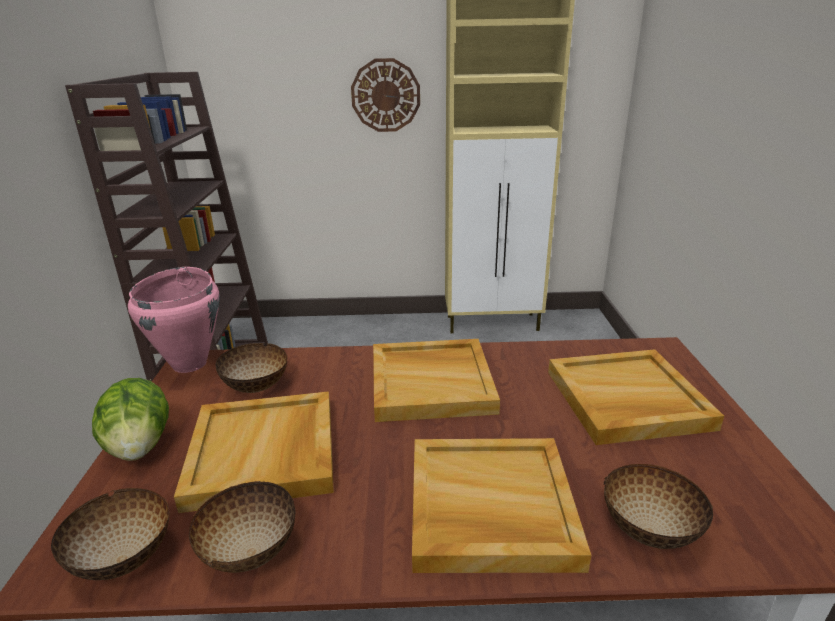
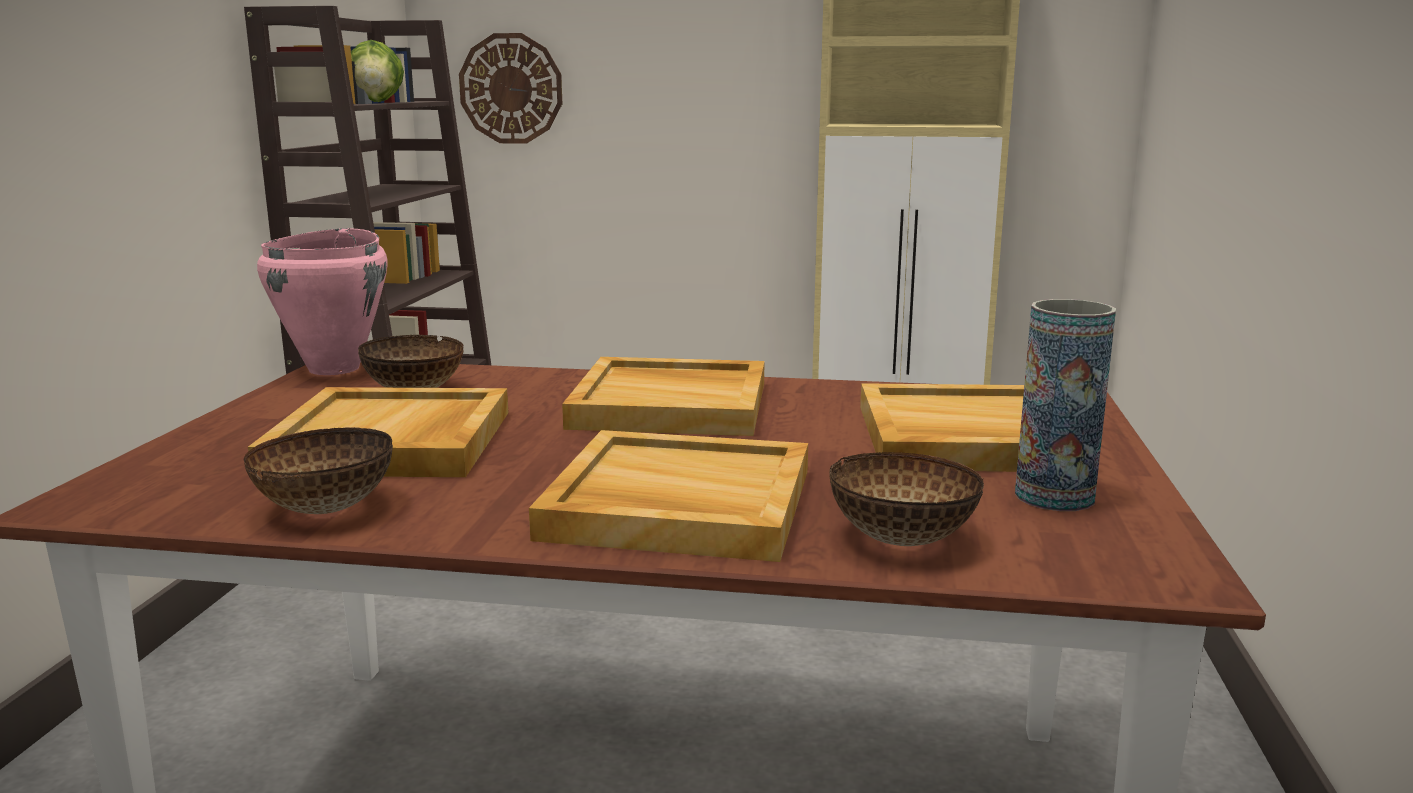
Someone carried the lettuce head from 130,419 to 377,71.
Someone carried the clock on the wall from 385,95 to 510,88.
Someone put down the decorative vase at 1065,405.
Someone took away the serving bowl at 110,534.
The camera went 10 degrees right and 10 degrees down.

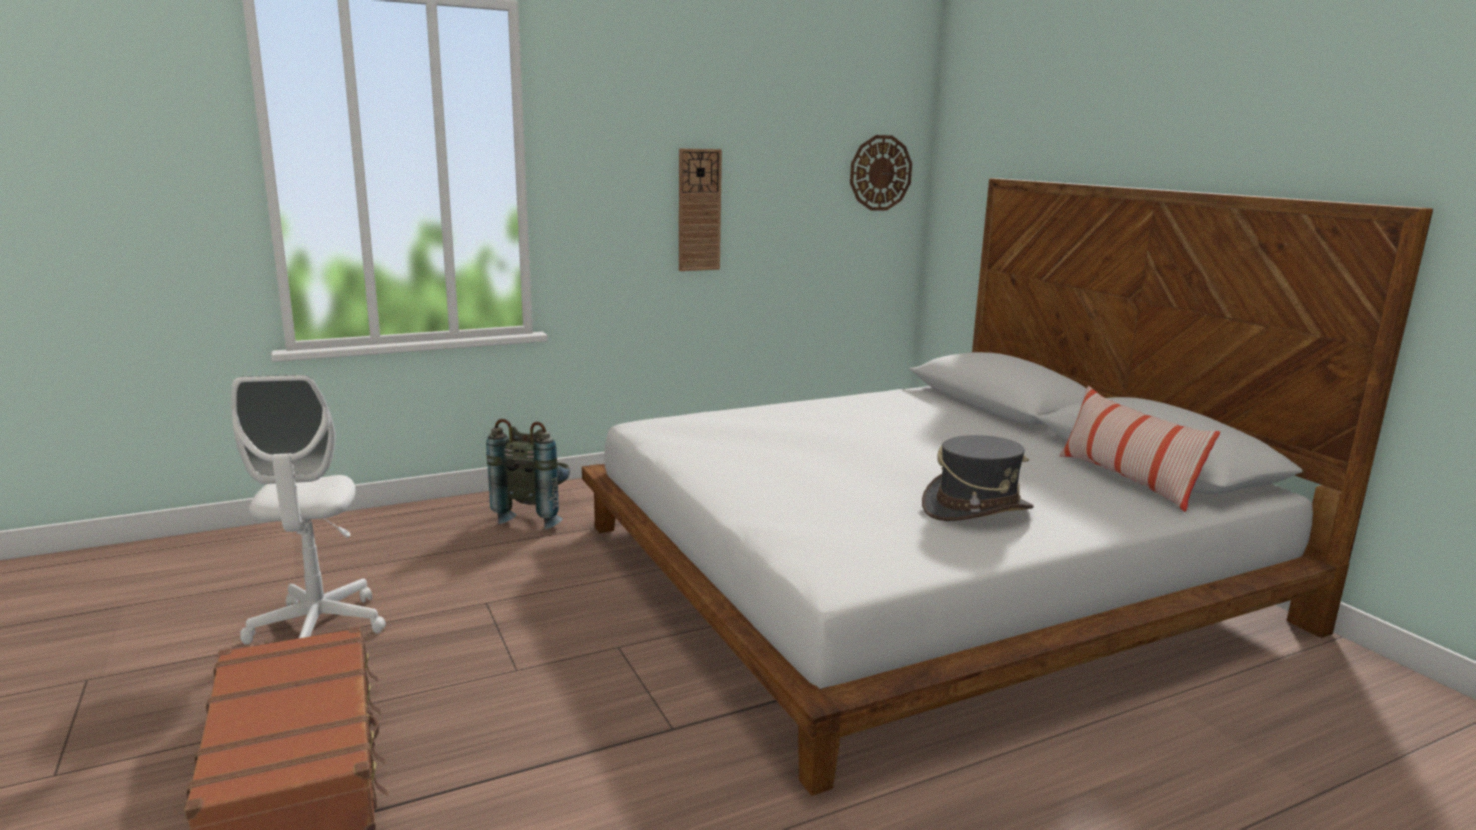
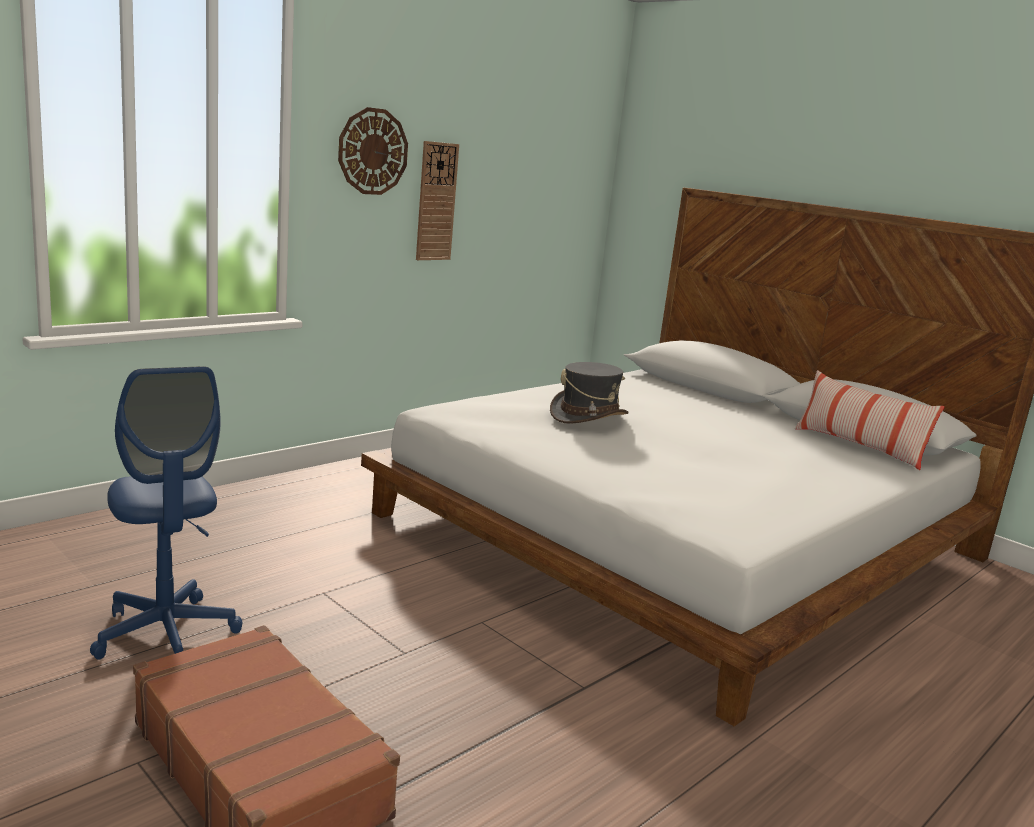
Someone repainted the office chair (white-coloured) at 308,510, which became the office chair (bluish) at 166,513.
Someone carried the clock on the wall from 881,173 to 373,151.
Someone carried the hat (gray) from 978,478 to 589,393.
Someone took away the knapsack (gray) at 528,474.
The camera went 20 degrees left and 0 degrees up.

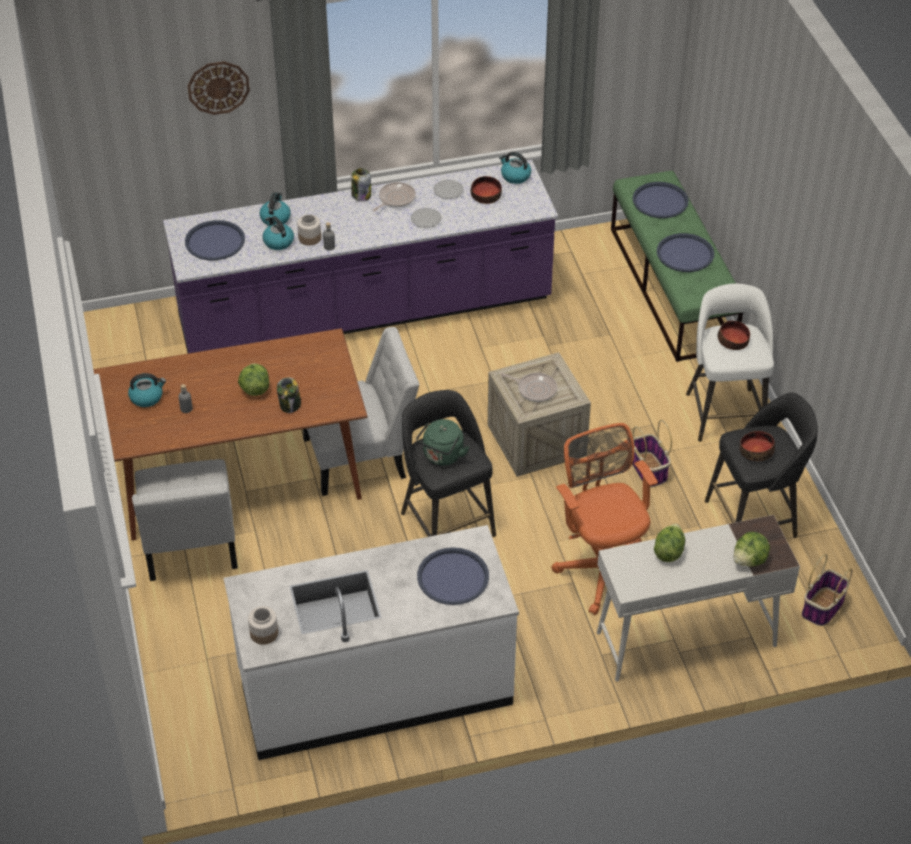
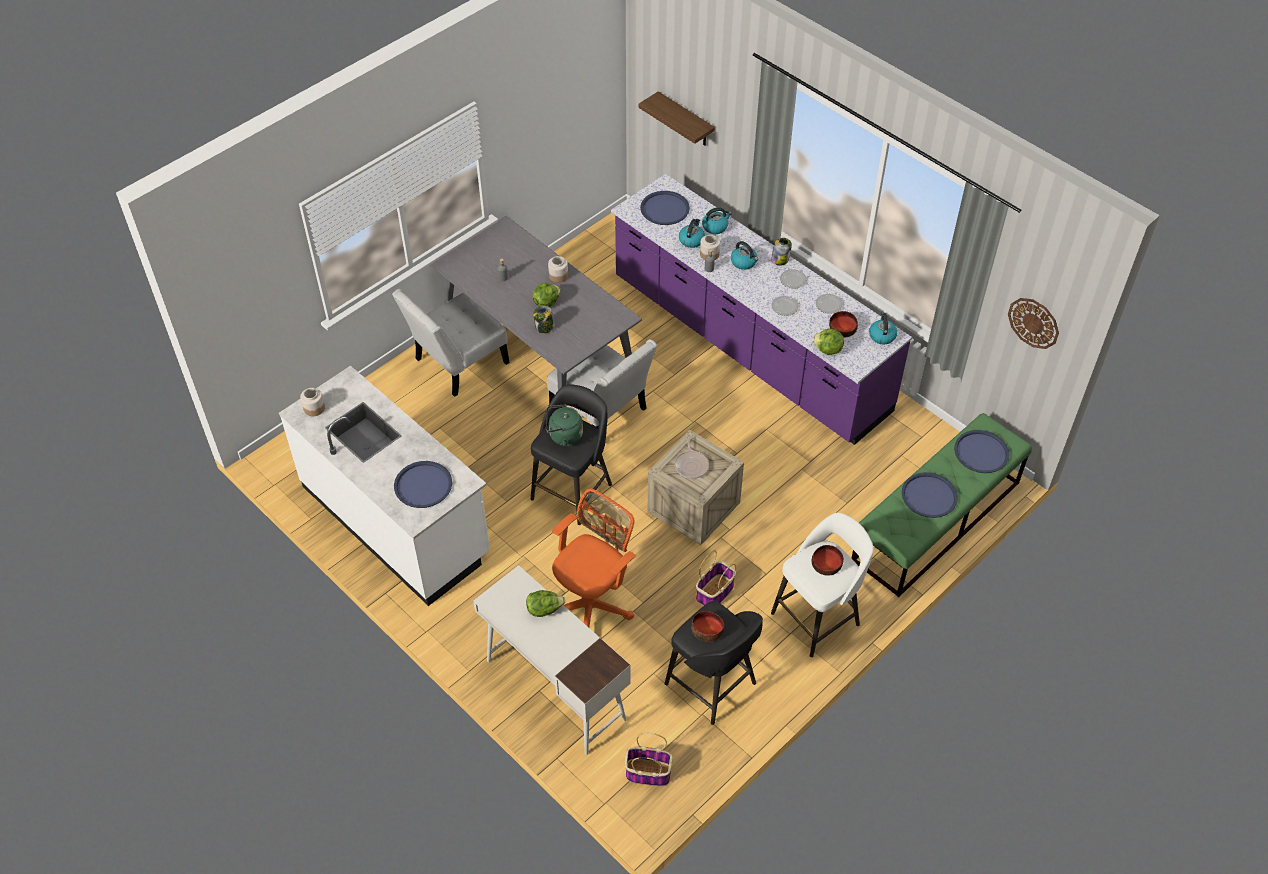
Someone repainted the dining table (brown-coloured) at 230,434, which became the dining table (gray) at 536,303.
Someone put down the storage jar at 558,269.
Someone put up the bracket shelf at 676,119.
Someone carried the tea kettle from 147,390 to 744,255.
Someone swapped the frying pan at 394,197 for the dinner plate at 793,278.
Someone carried the lettuce head from 752,549 to 828,342.
Someone carried the clock on the wall from 218,88 to 1033,323.
The camera went 60 degrees right and 5 degrees up.

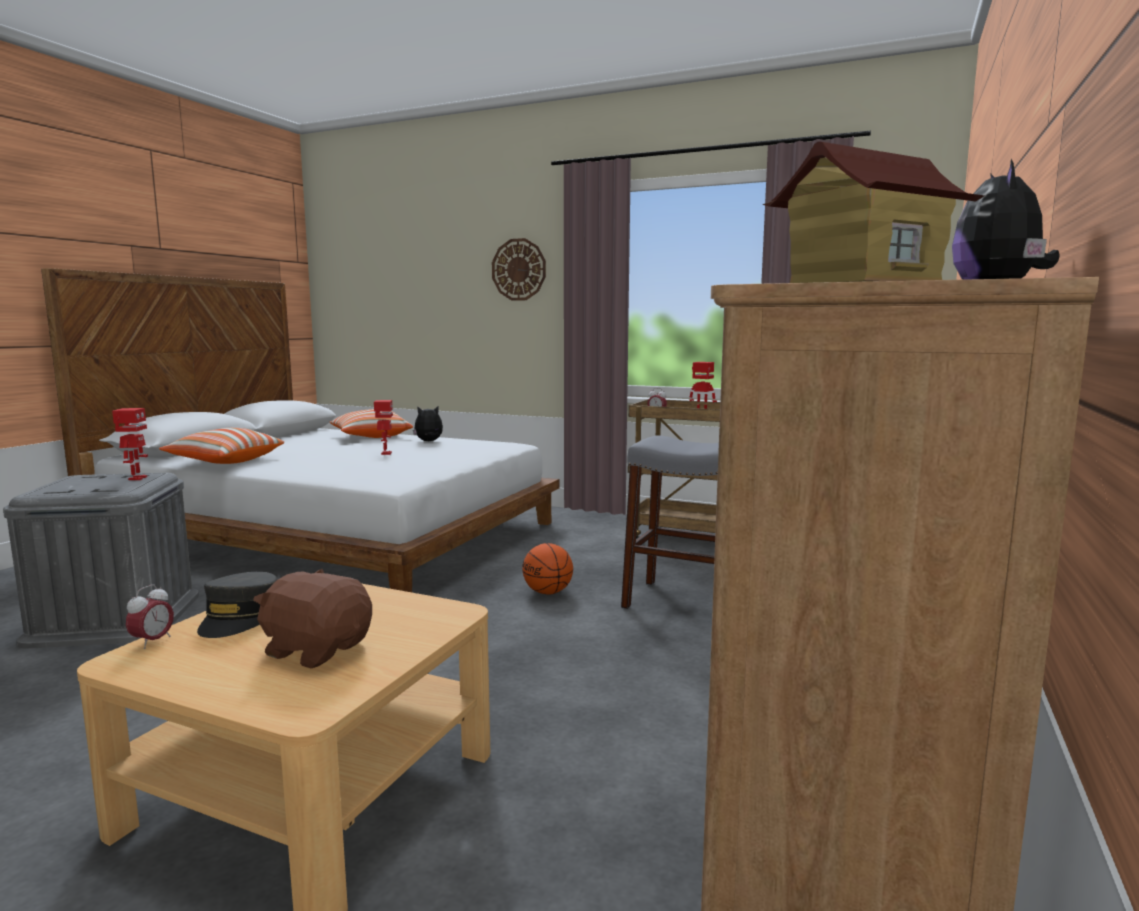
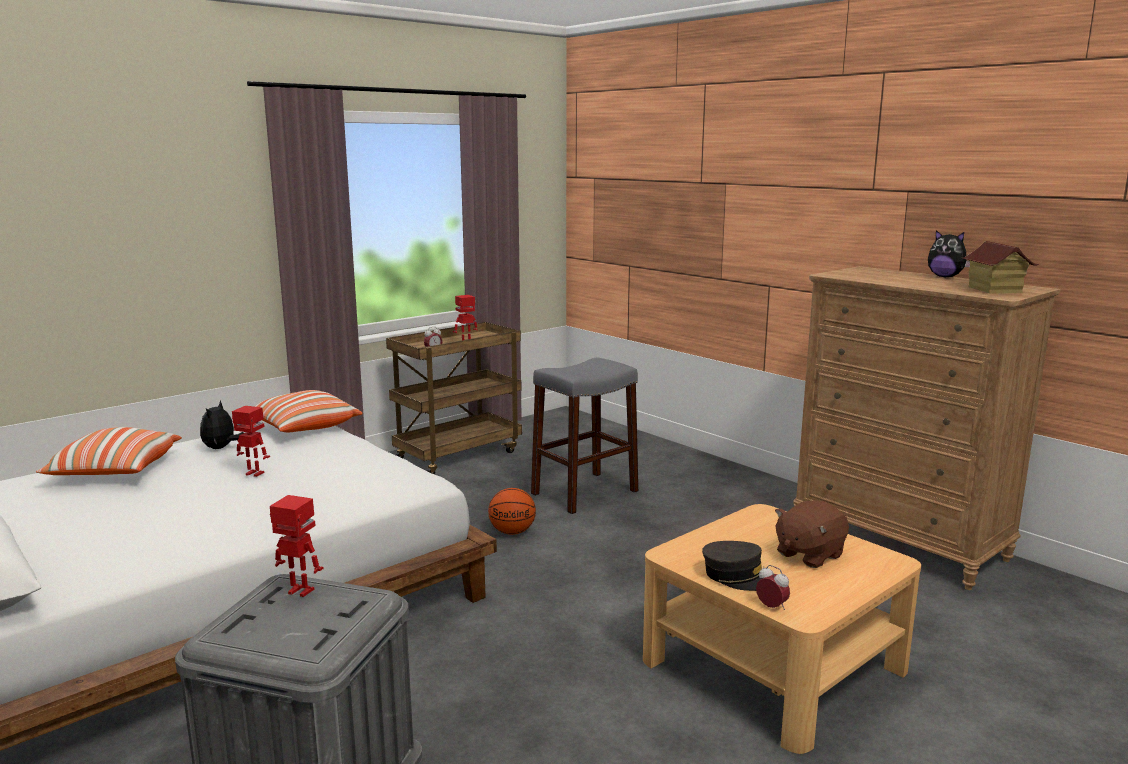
Someone carried the pillow from 221,446 to 308,411.
Someone took away the clock on the wall at 519,269.
The camera went 65 degrees left and 5 degrees up.

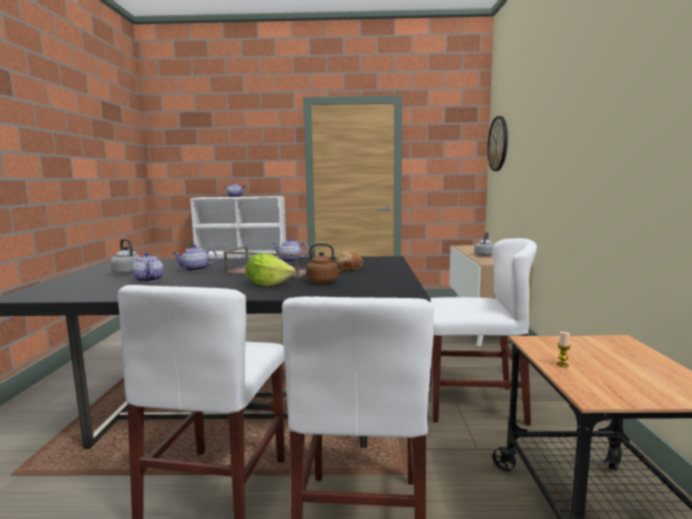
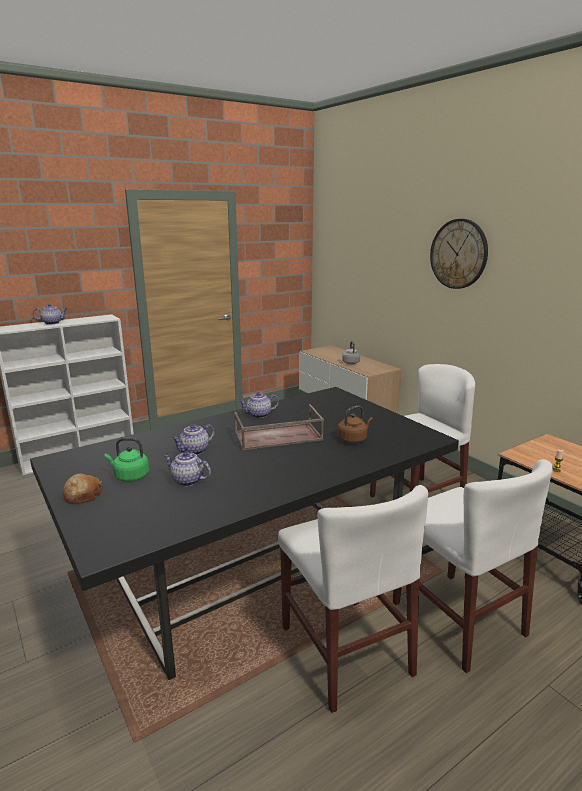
Someone carried the baked bread from 349,260 to 82,488.
Someone repainted the tea kettle (gray) at 125,257, which became the tea kettle (greenish) at 127,460.
Someone carried the clock on the wall from 497,143 to 459,254.
Someone took away the lettuce head at 270,269.
The camera went 35 degrees left and 10 degrees up.

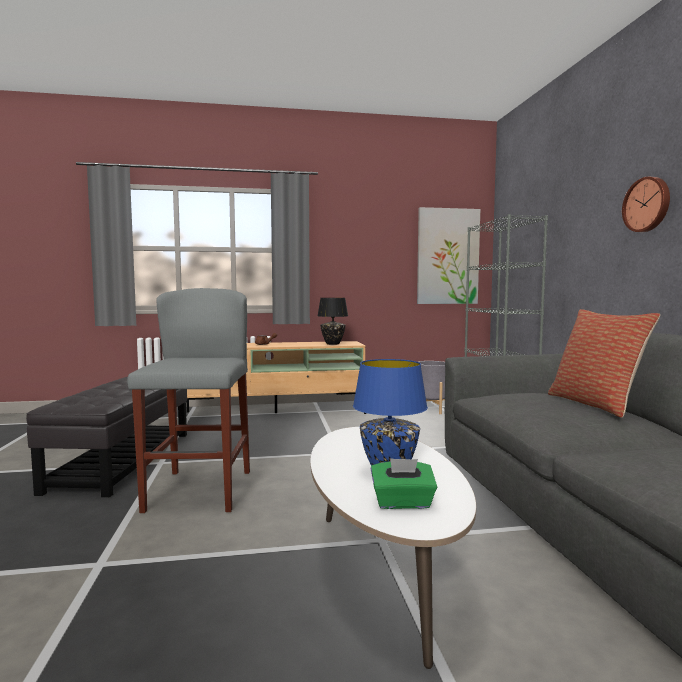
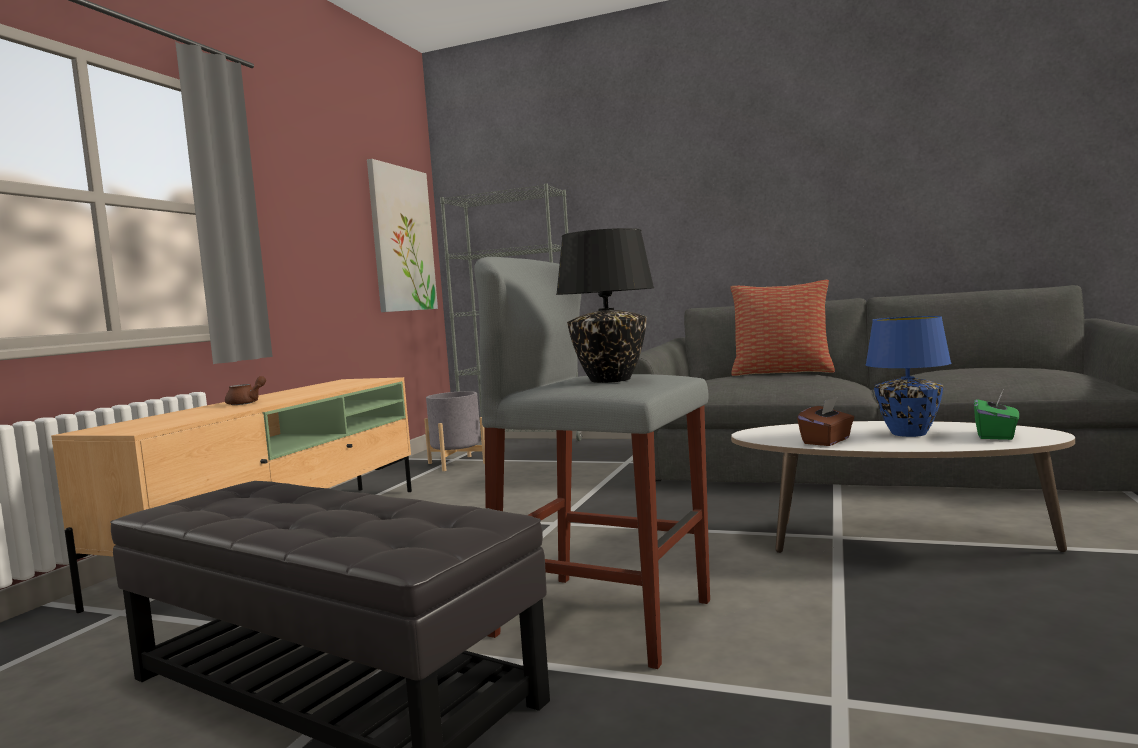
Someone carried the tabletop lamp (black) from 333,321 to 605,305.
Someone put down the tissue box (brown-coloured) at 825,421.
Someone took away the clock on the wall at 646,204.
The camera went 60 degrees left and 0 degrees up.

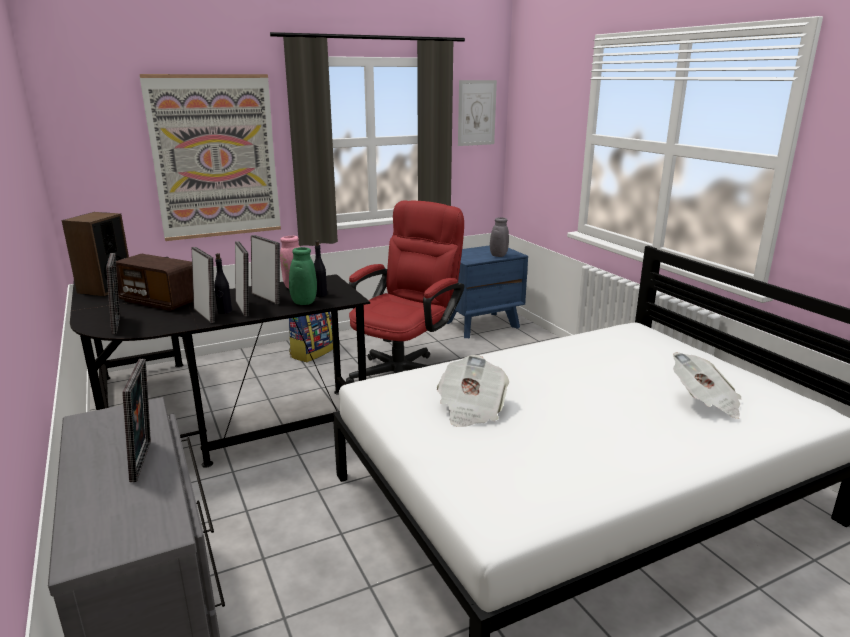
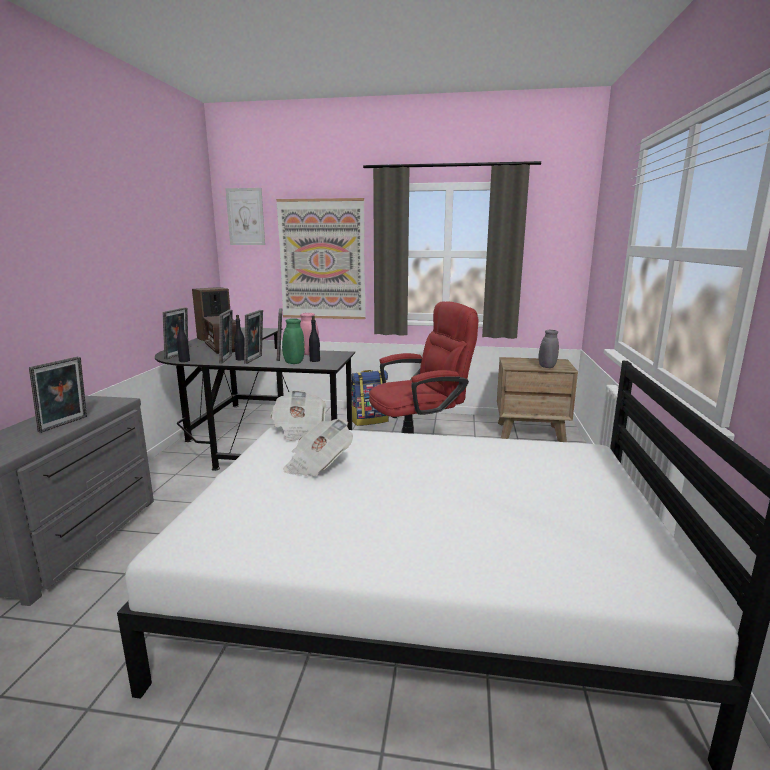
Someone put down the beverage bottle (black) at 183,339.
Someone carried the wall picture from 477,113 to 245,216.
Someone carried the daily paper from 707,385 to 298,415.
Someone repainted the bedside table (bluish) at 487,291, which became the bedside table (brown-coloured) at 537,399.
The camera went 35 degrees right and 5 degrees down.

